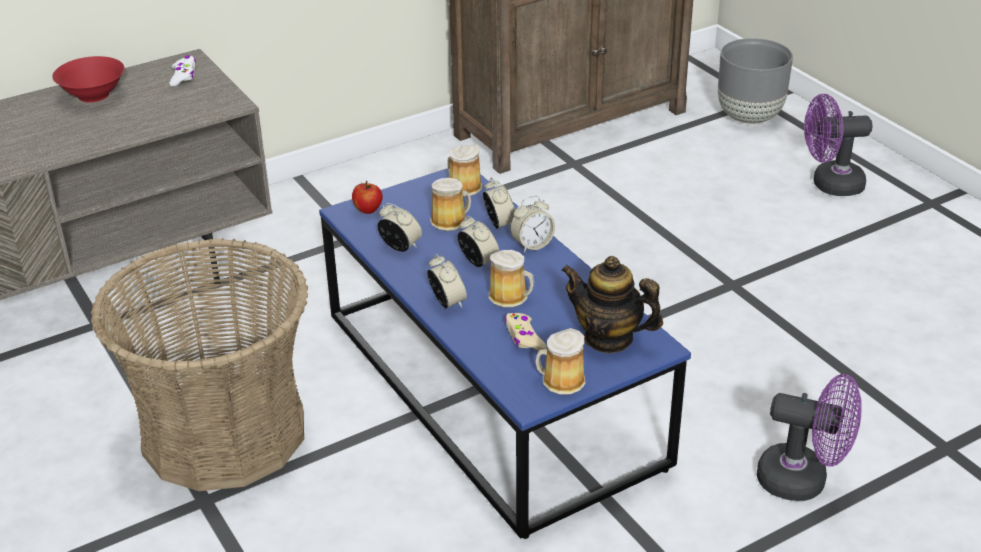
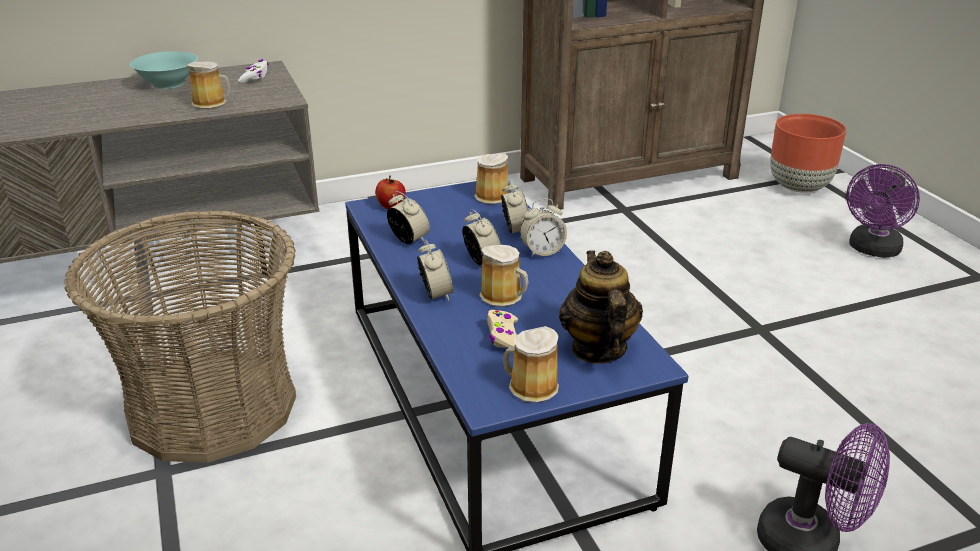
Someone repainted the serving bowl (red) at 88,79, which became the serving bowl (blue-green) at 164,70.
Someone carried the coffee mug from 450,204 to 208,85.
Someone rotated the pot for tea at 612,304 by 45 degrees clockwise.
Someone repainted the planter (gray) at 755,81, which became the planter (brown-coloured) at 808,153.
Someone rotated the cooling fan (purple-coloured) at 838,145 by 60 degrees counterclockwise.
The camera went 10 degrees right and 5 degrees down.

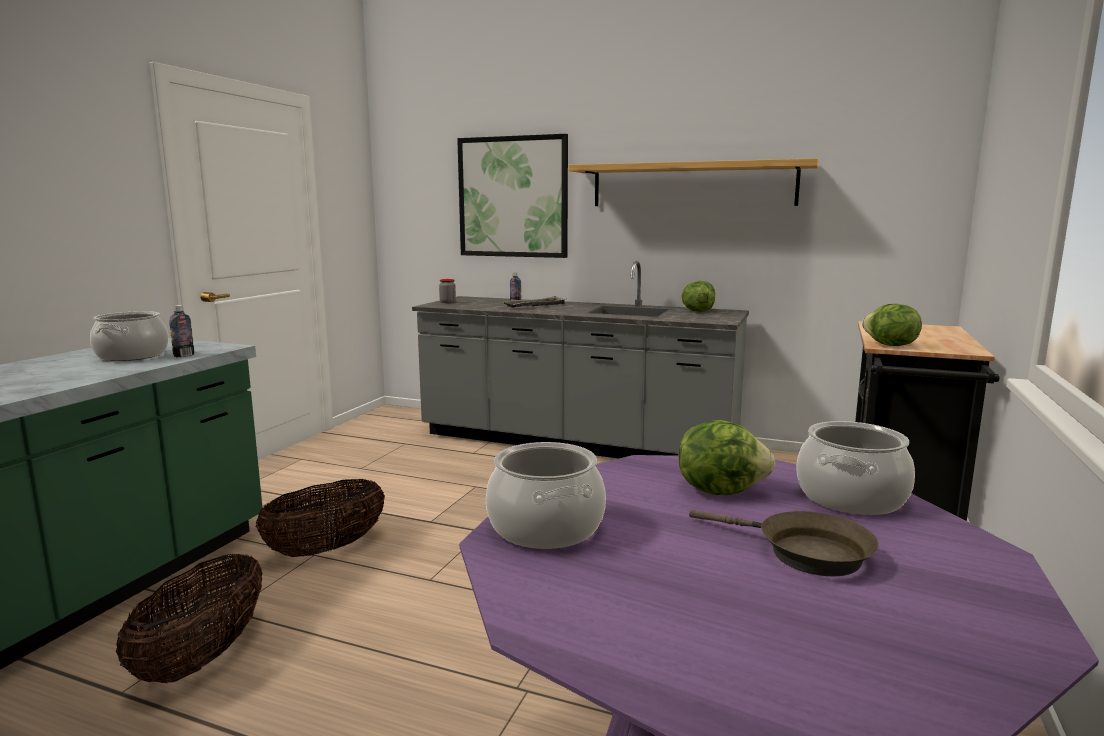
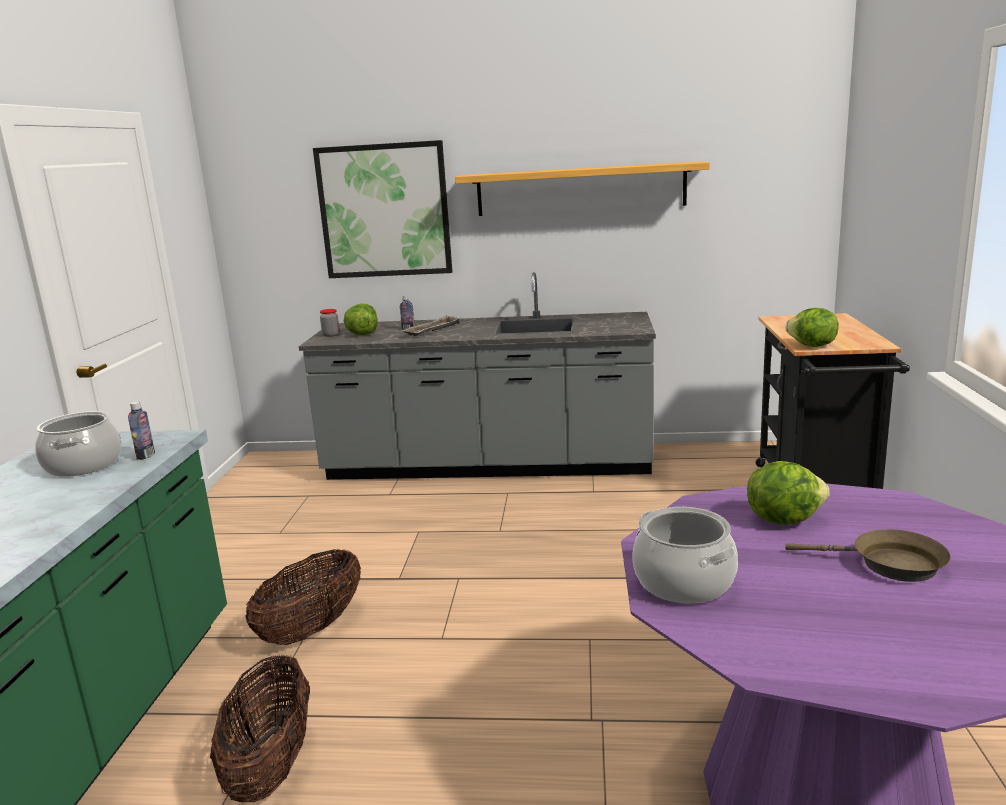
Someone carried the lettuce head from 698,296 to 360,319.
Someone took away the saucepot at 855,468.
The camera went 15 degrees left and 5 degrees up.

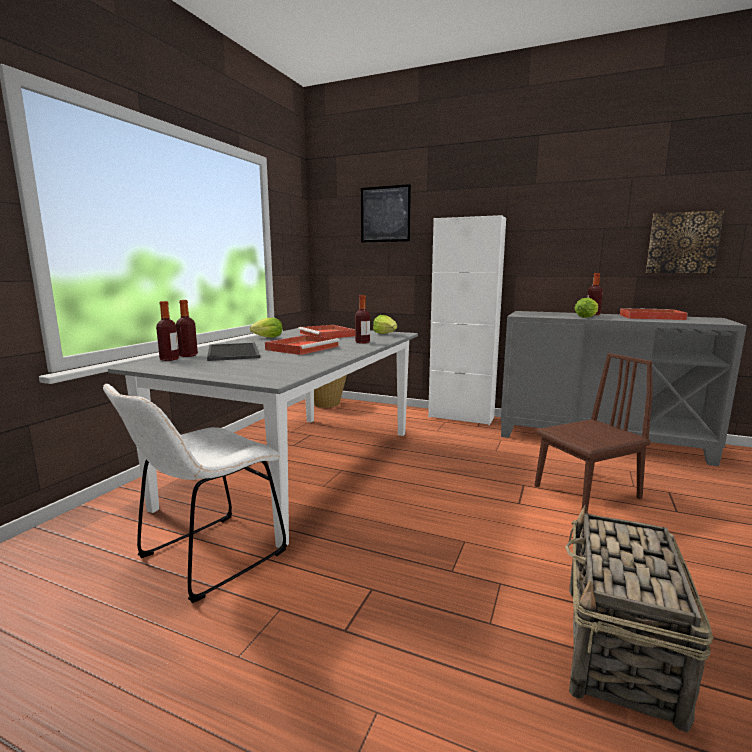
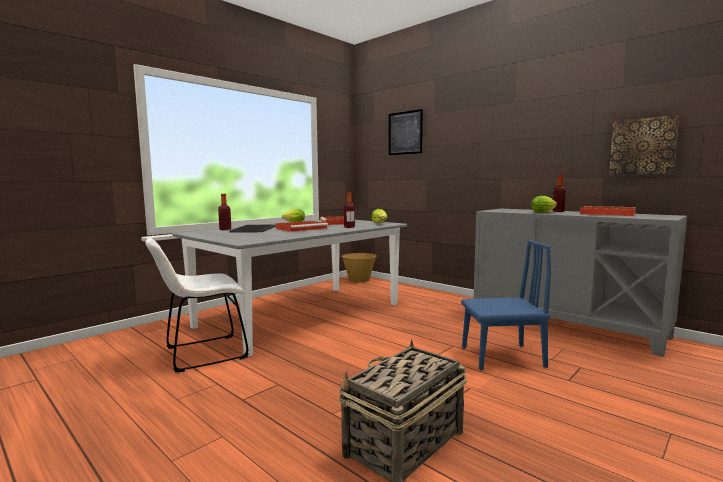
Someone repainted the plain chair (brown-coloured) at 594,432, which became the plain chair (bluish) at 506,305.
Someone took away the beverage bottle at 167,331.
Someone took away the storage cabinet (white-coloured) at 467,320.
The camera went 20 degrees right and 5 degrees down.

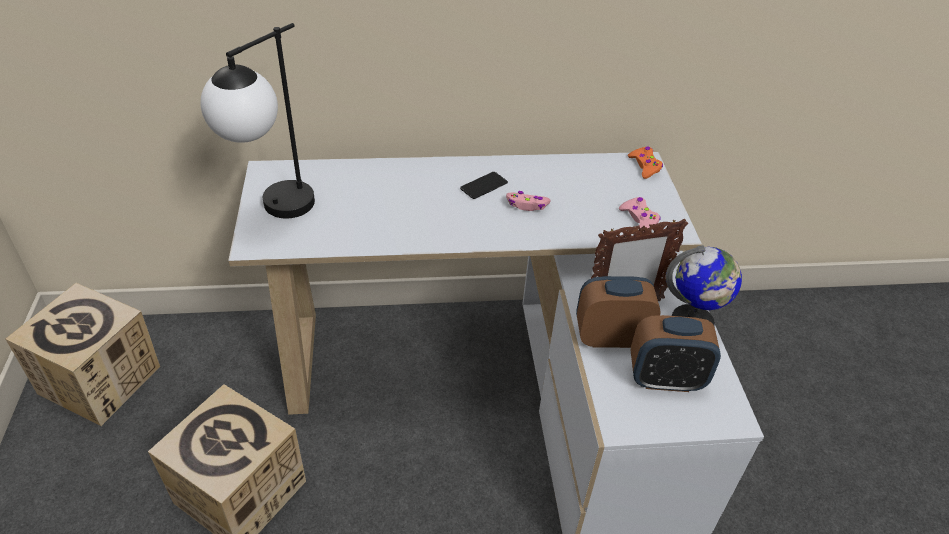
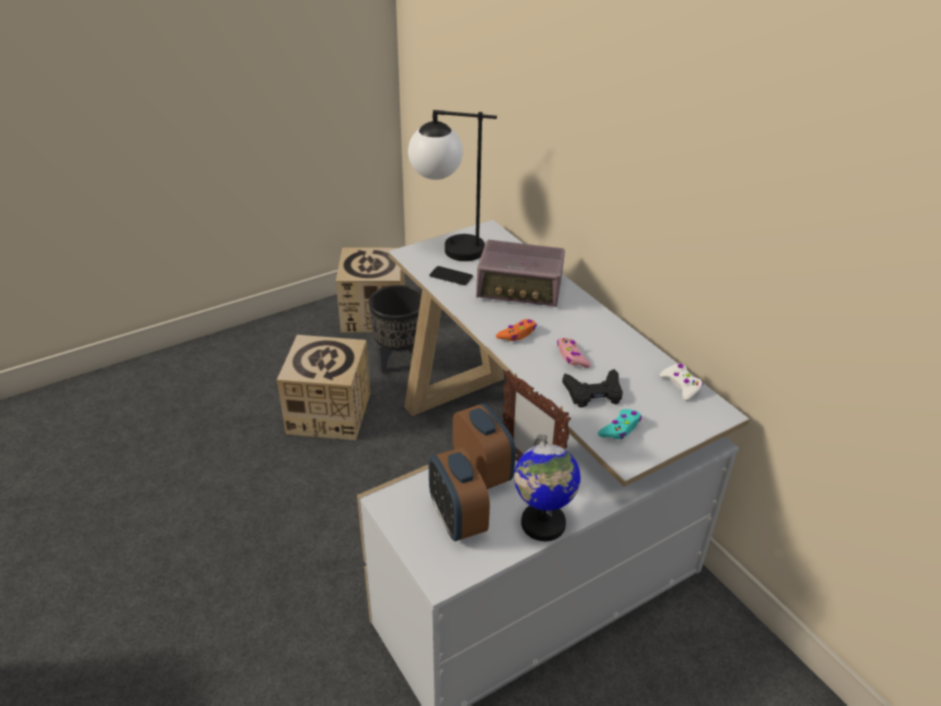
Someone put down the planter (black) at 395,329.
Someone carried the phone from 484,185 to 451,275.
Someone put down the radio receiver at 520,273.
Someone carried the game controller (orangey) from 645,162 to 516,330.
Someone put down the game controller (black) at 592,388.
Someone repainted the game controller (pink) at 640,214, which became the game controller (blue-green) at 620,424.
Someone put down the game controller (white-coloured) at 681,382.
The camera went 65 degrees right and 5 degrees down.

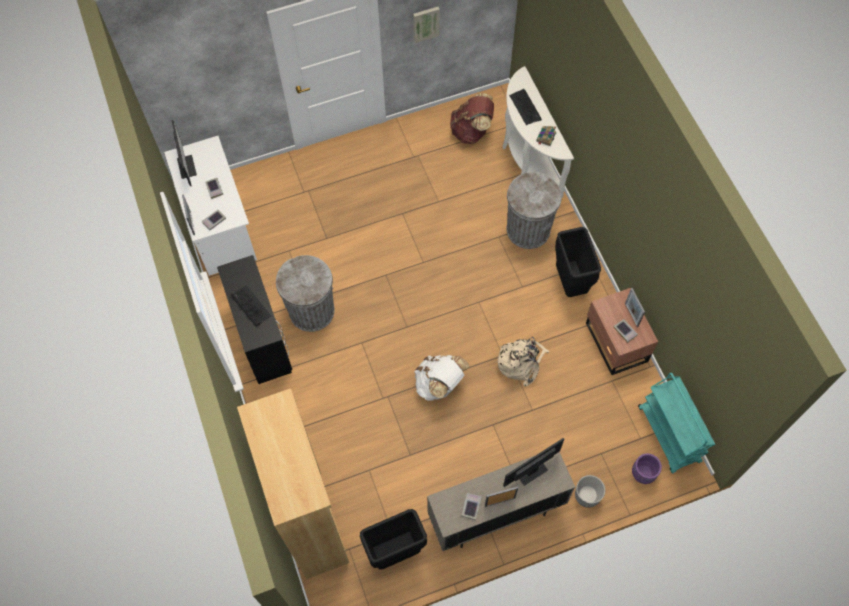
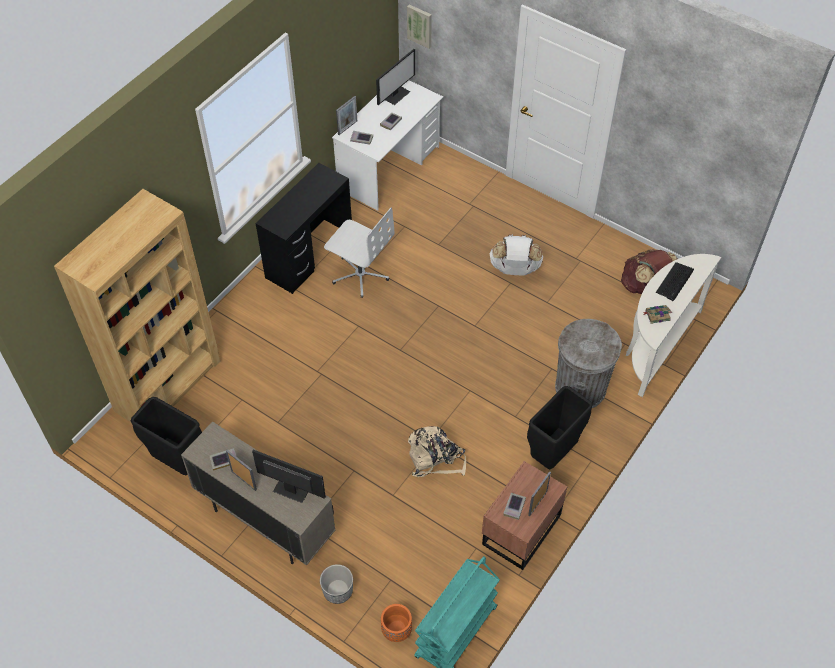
Someone swapped the waste bin (gray) at 305,293 for the office chair (white-coloured) at 359,252.
Someone repainted the planter (purple-coloured) at 647,468, which became the planter (orangey) at 396,623.
Someone carried the wall picture from 426,25 to 419,27.
Someone carried the knapsack (white-coloured) from 442,378 to 516,254.
Someone took away the PC keyboard at 251,306.
The camera went 55 degrees right and 10 degrees down.

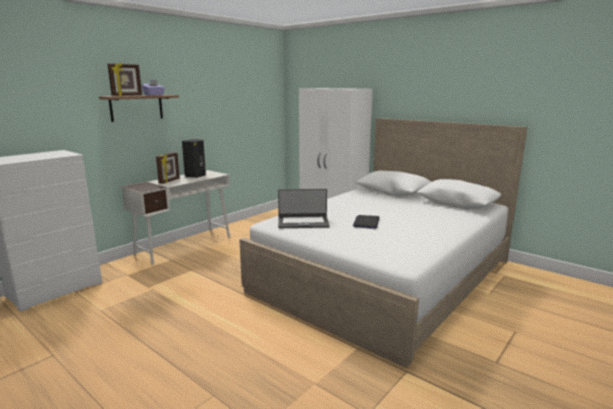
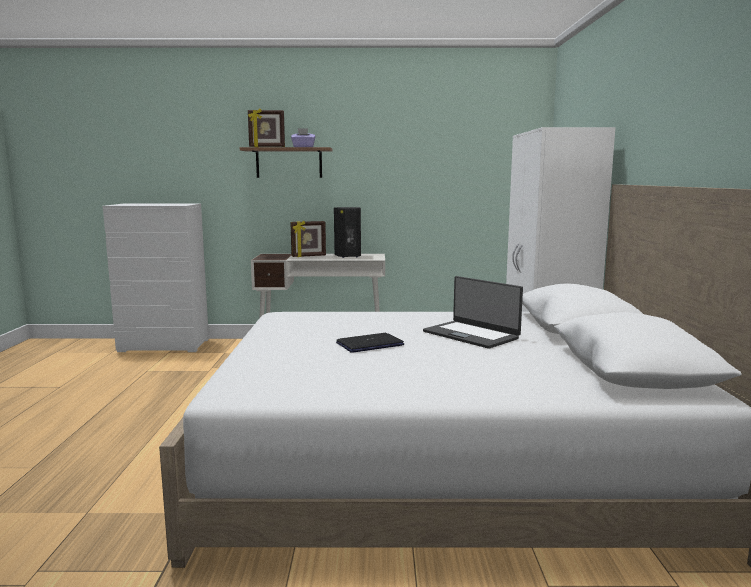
Someone carried the laptop from 304,208 to 473,312.
The camera went 50 degrees right and 5 degrees down.

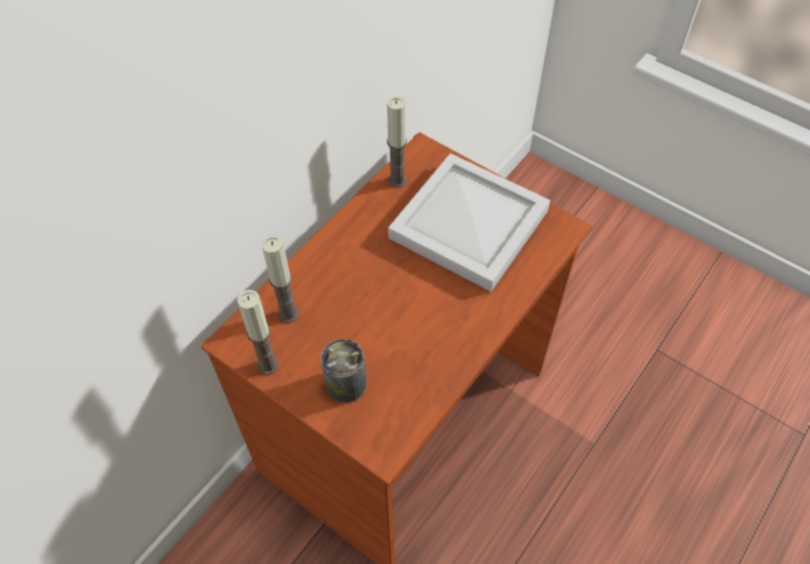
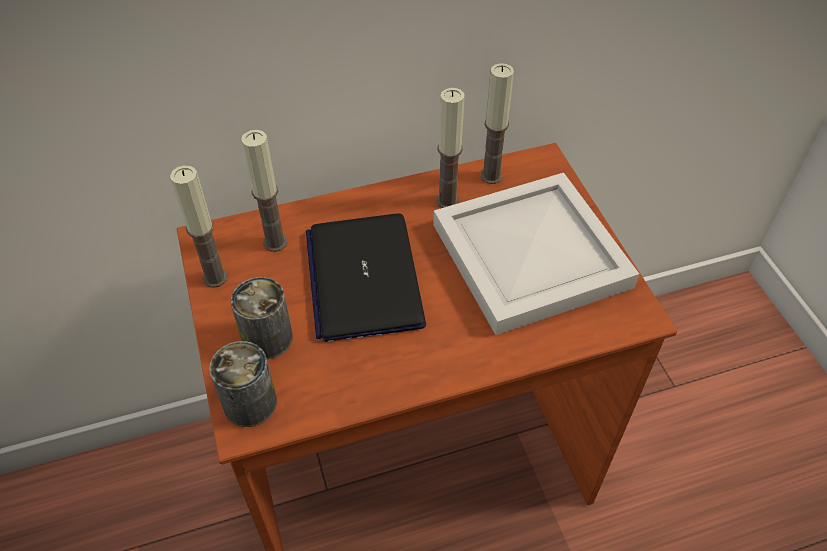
Someone put down the can at 243,384.
Someone put down the laptop at 366,277.
Someone put down the wax light at 450,148.
The camera went 35 degrees right and 5 degrees down.

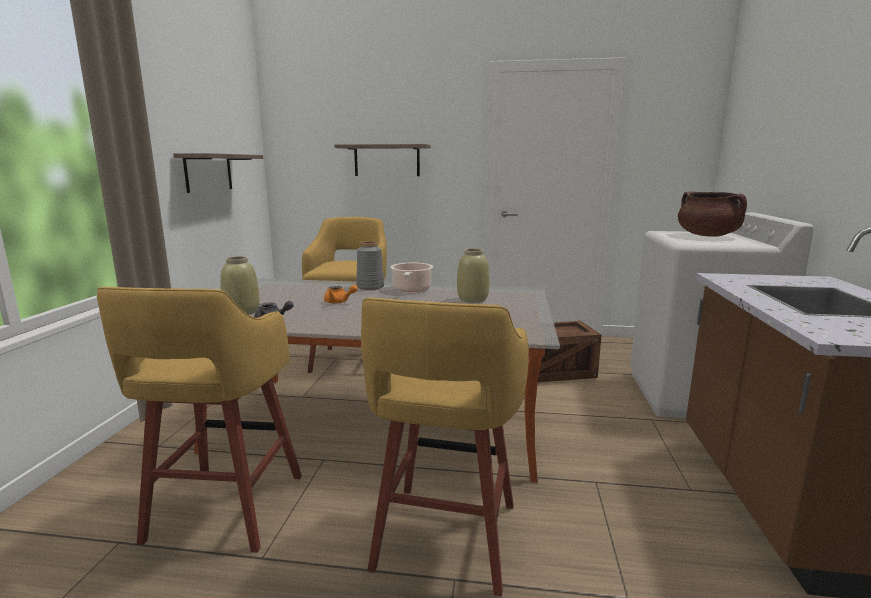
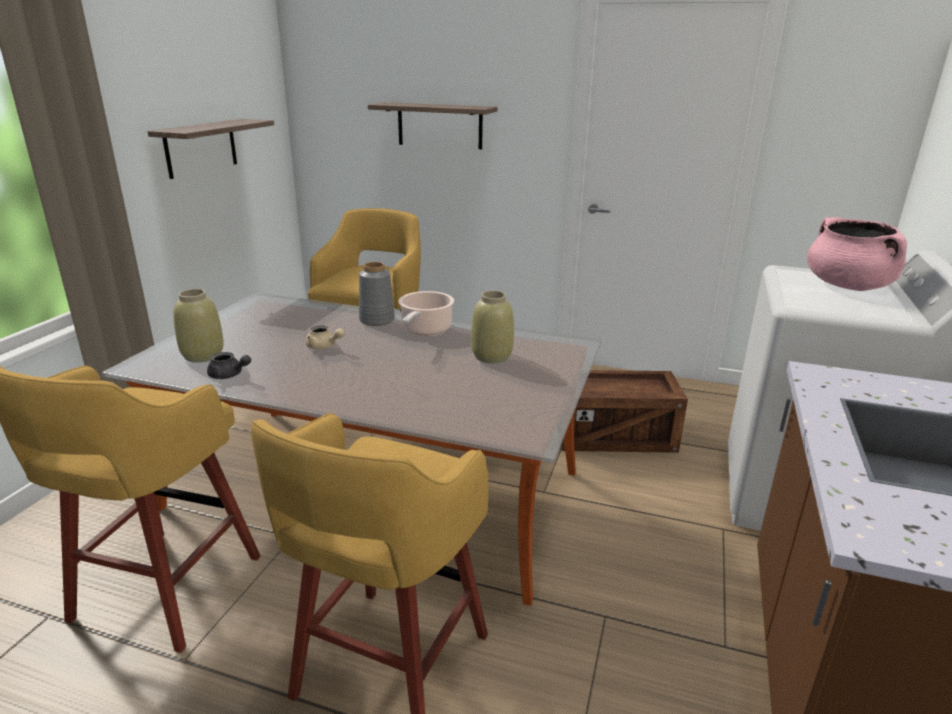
Someone repainted the pot for tea (orangey) at 341,294, which became the pot for tea (sand-coloured) at 325,337.
Someone repainted the saucepot (brown-coloured) at 712,214, which became the saucepot (pink) at 857,254.
The camera went 10 degrees right and 10 degrees up.

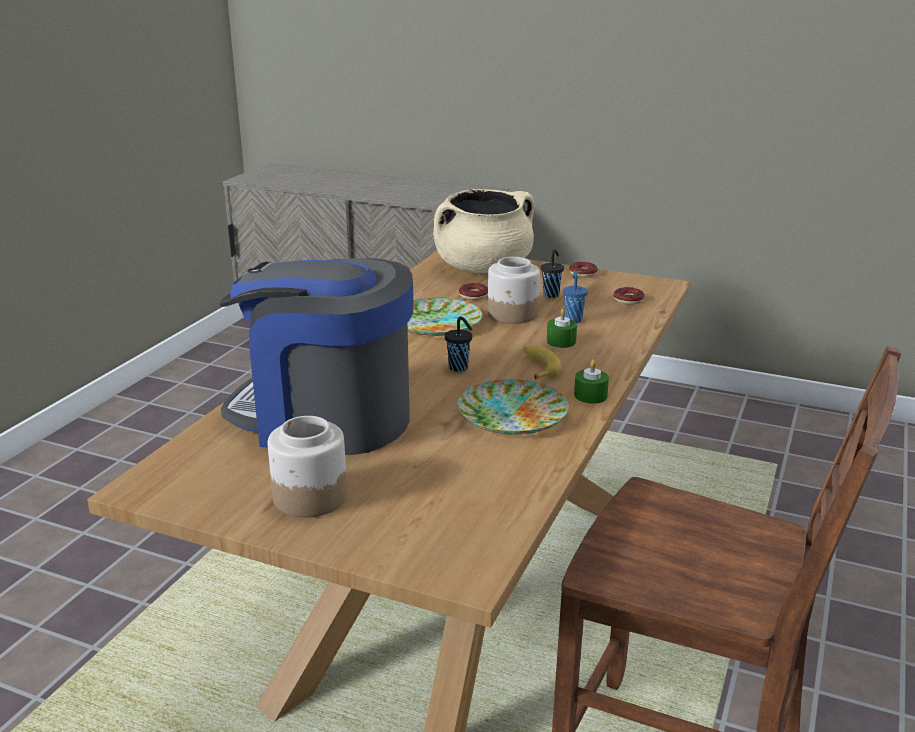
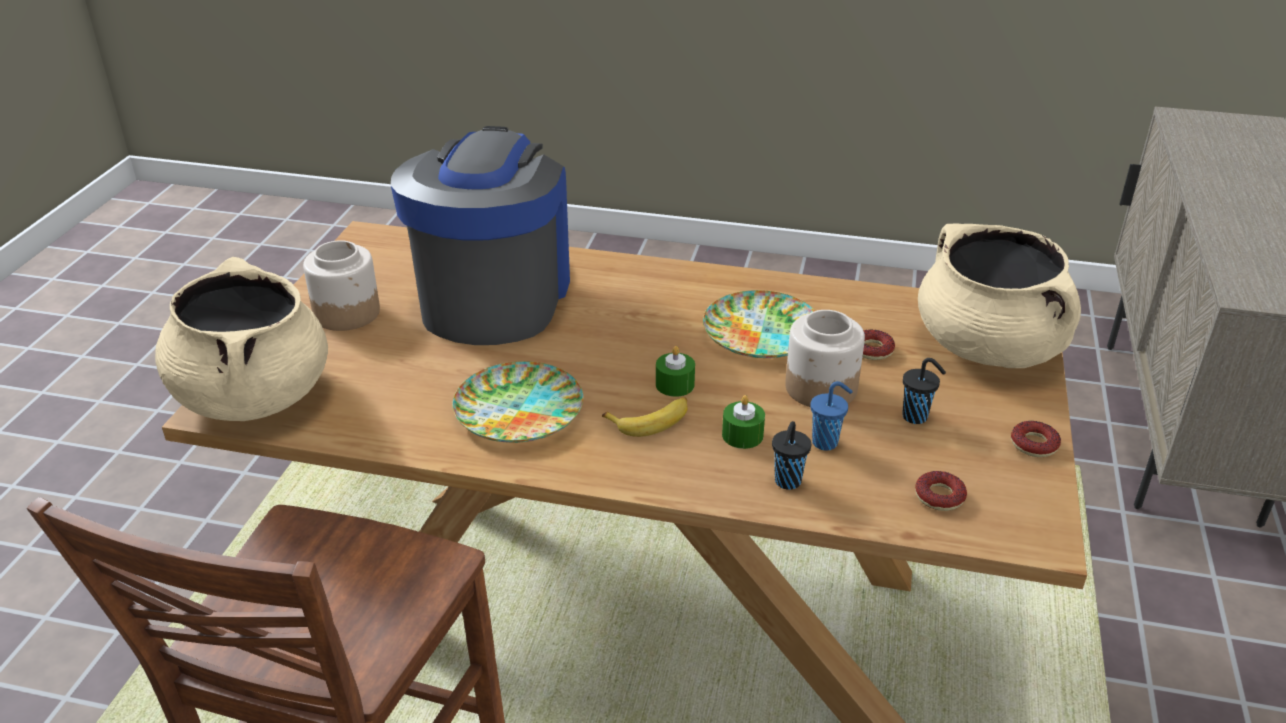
Someone put down the saucepot (sand-coloured) at 241,339.
Someone carried the wax light (greenish) from 591,382 to 675,371.
Someone carried the cup (black) from 458,344 to 791,455.
The camera went 80 degrees right and 10 degrees up.

